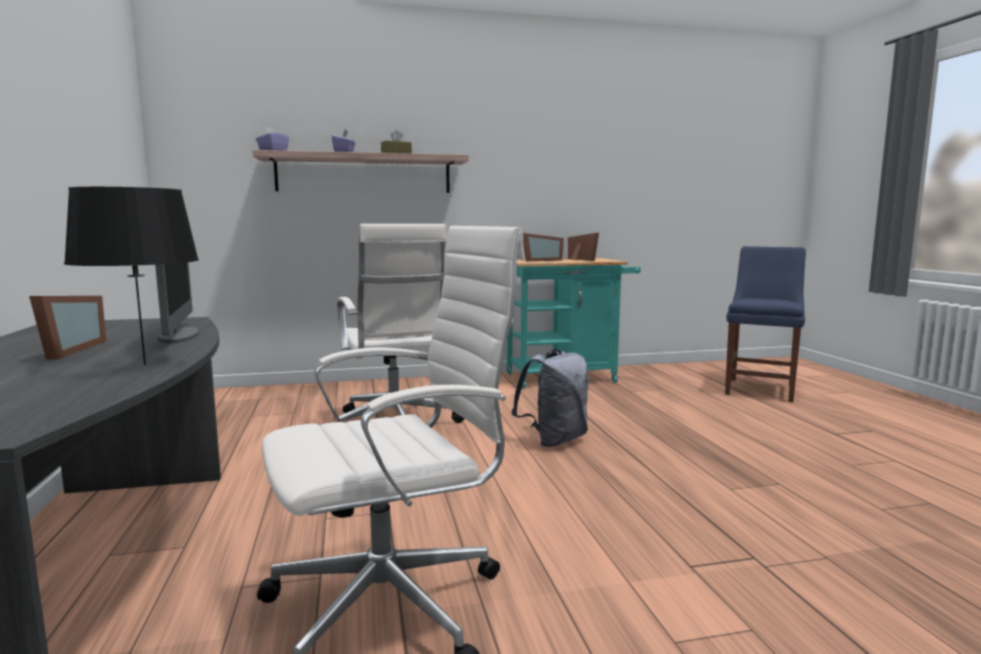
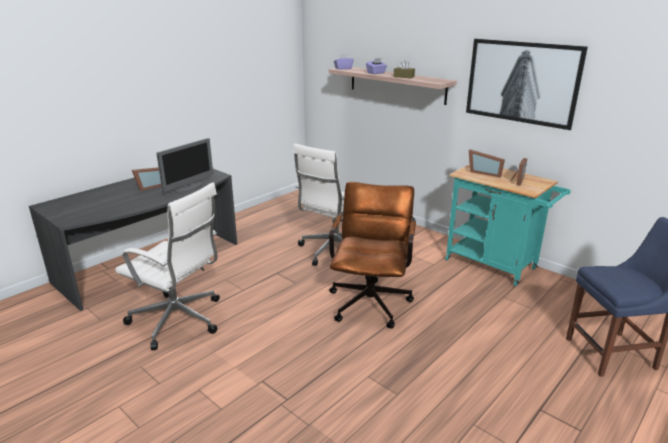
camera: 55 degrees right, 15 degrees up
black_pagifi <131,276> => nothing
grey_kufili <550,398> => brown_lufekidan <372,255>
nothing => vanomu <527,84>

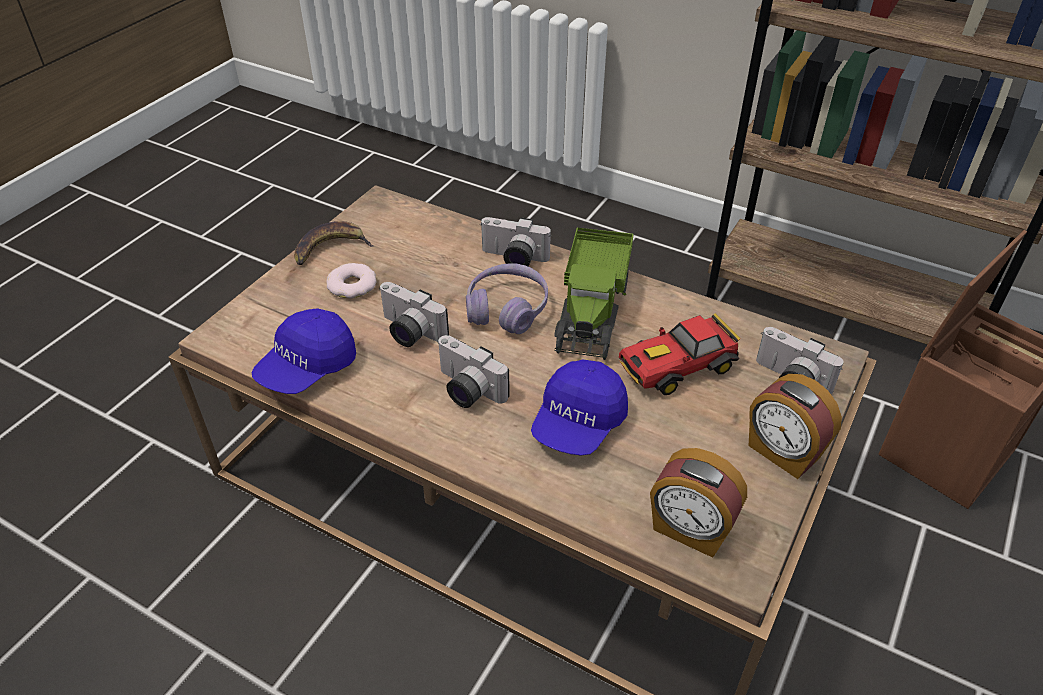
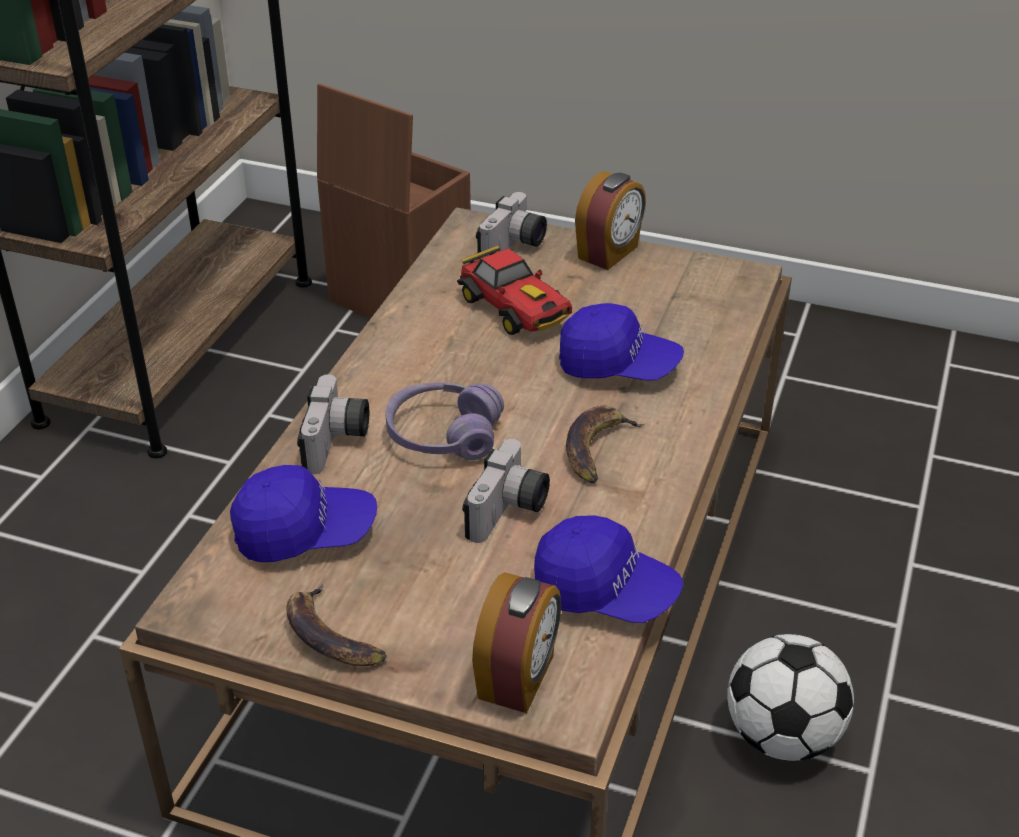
camera: 100 degrees left, 5 degrees down
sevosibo <351,280> => nothing
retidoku <473,371> => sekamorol <605,444>
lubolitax <594,294> => nothing
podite <698,503> => podite <516,642>, shifted
nothing => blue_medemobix <303,513>
nothing => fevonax <790,697>

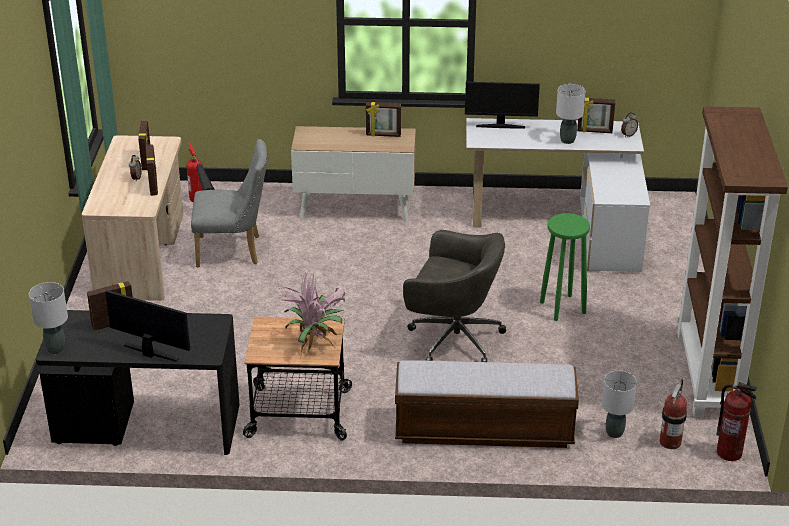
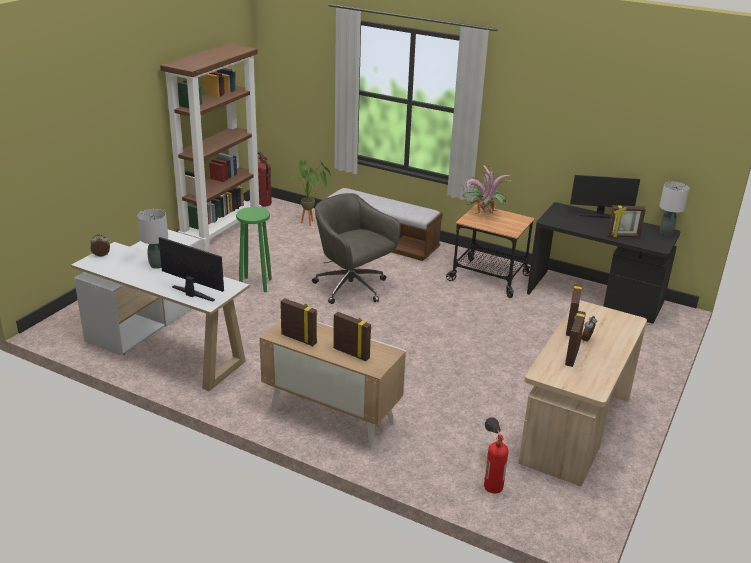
camera: 155 degrees left, 5 degrees down
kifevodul <147,326> => kifevodul <605,196>, 45 degrees counterclockwise
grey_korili <229,203> => nothing
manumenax <596,115> => manumenax <352,336>, shifted
grey_pagifi <619,404> => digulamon <309,193>
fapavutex <673,414> => nothing

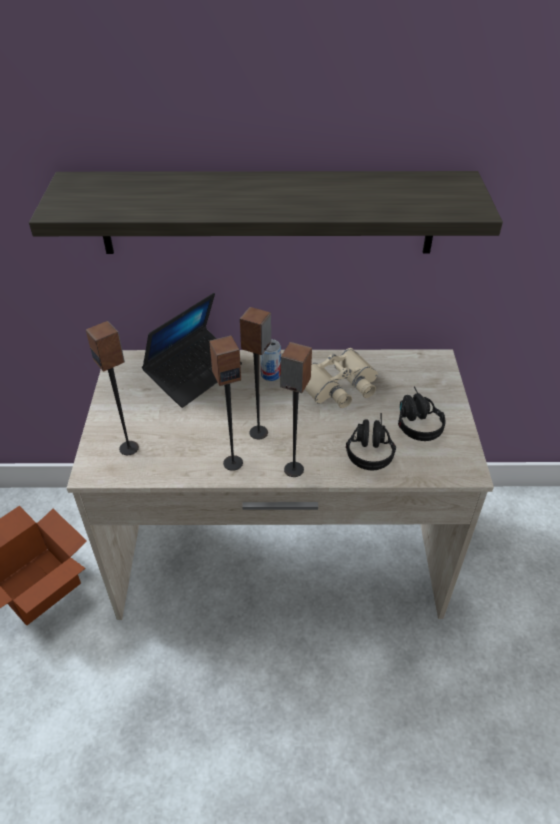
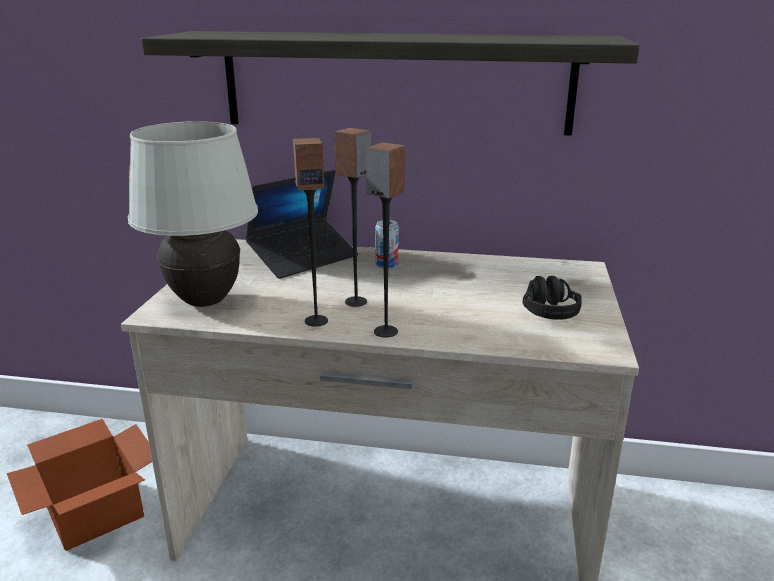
camera: 10 degrees right, 20 degrees down
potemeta <112,388> => white_pagifi <193,214>
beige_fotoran <341,378> => nothing
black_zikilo <371,441> => nothing

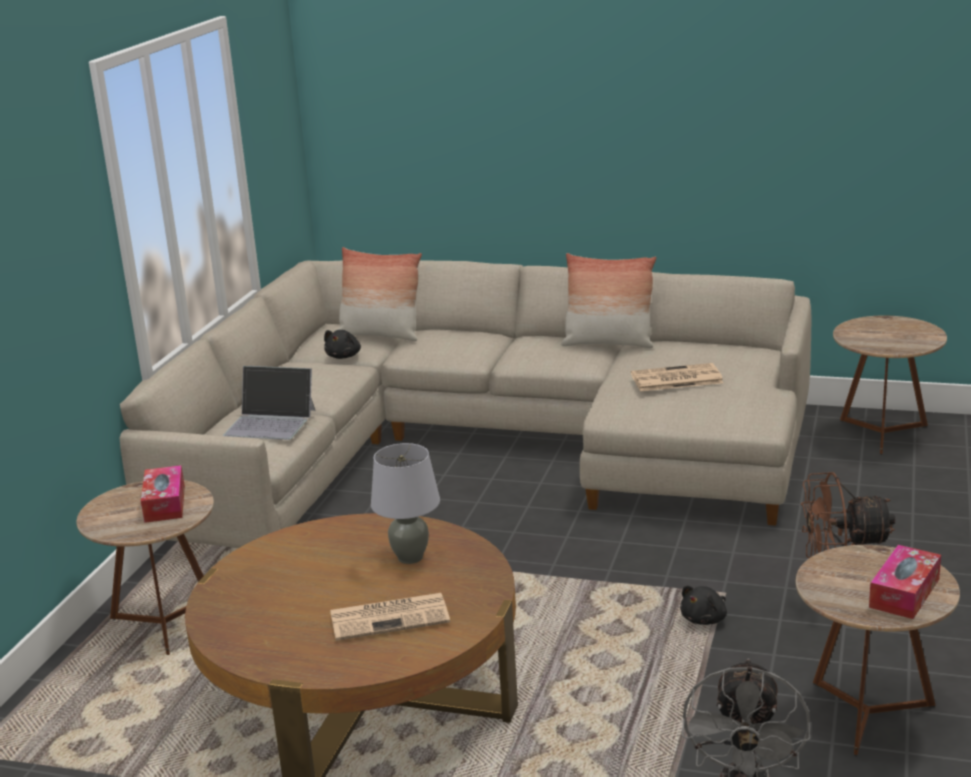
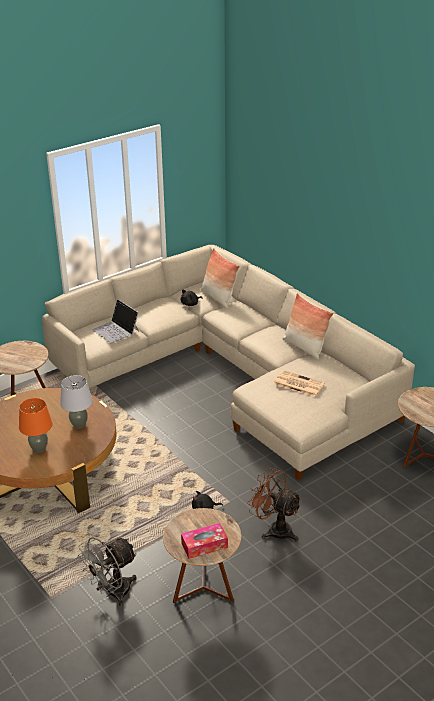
camera: 35 degrees right, 10 degrees up
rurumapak <163,494> => nothing
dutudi <390,617> => orange_pagifi <35,425>

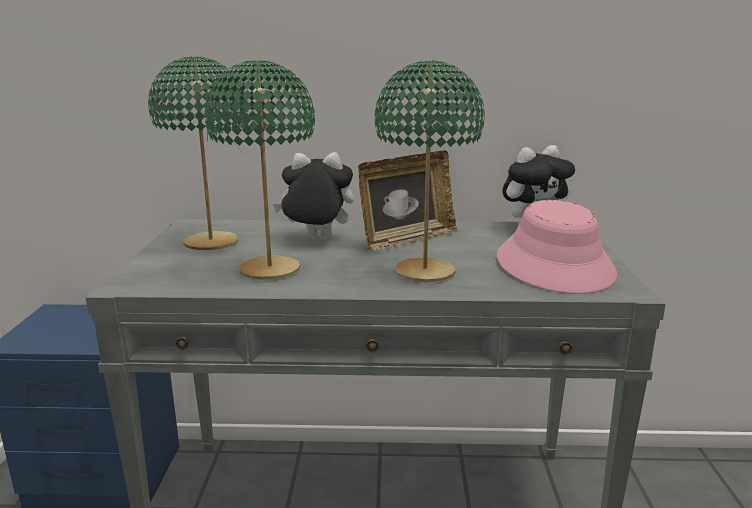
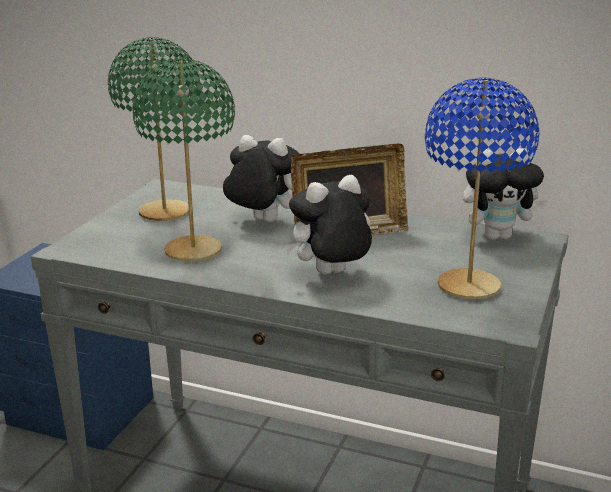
camera: 20 degrees right, 5 degrees up
green_pagifi <430,171> => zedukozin <328,225>
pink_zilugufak <557,247> => blue_pagifi <482,188>

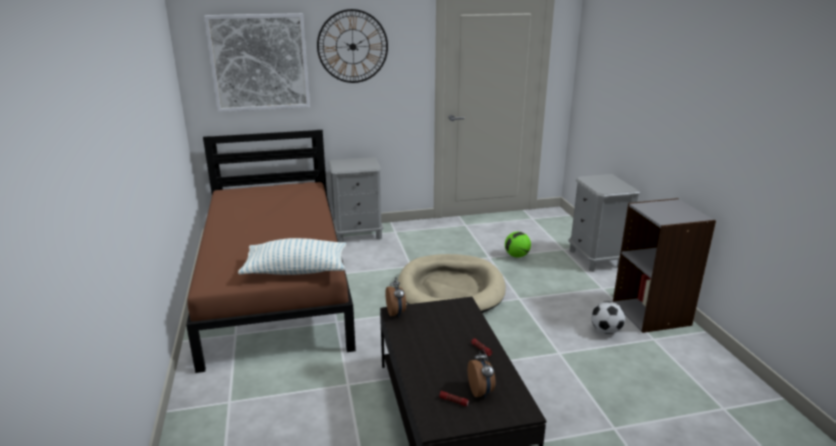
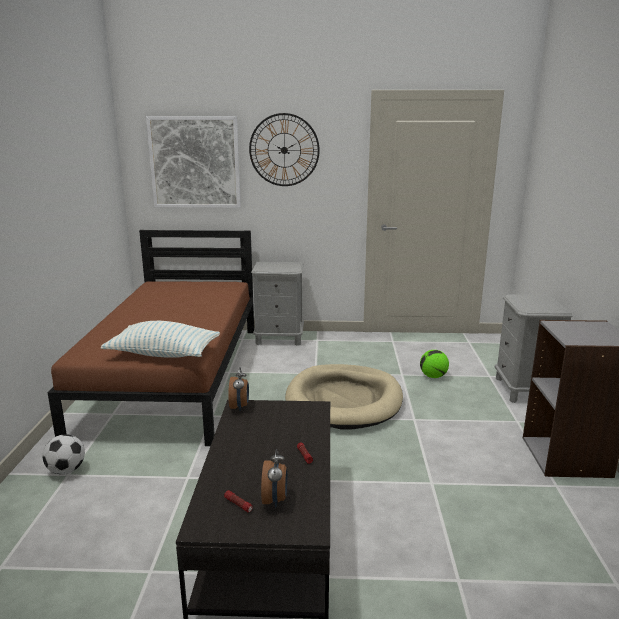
camera: 15 degrees right, 5 degrees down
fevonax <608,317> => fevonax <64,454>, shifted

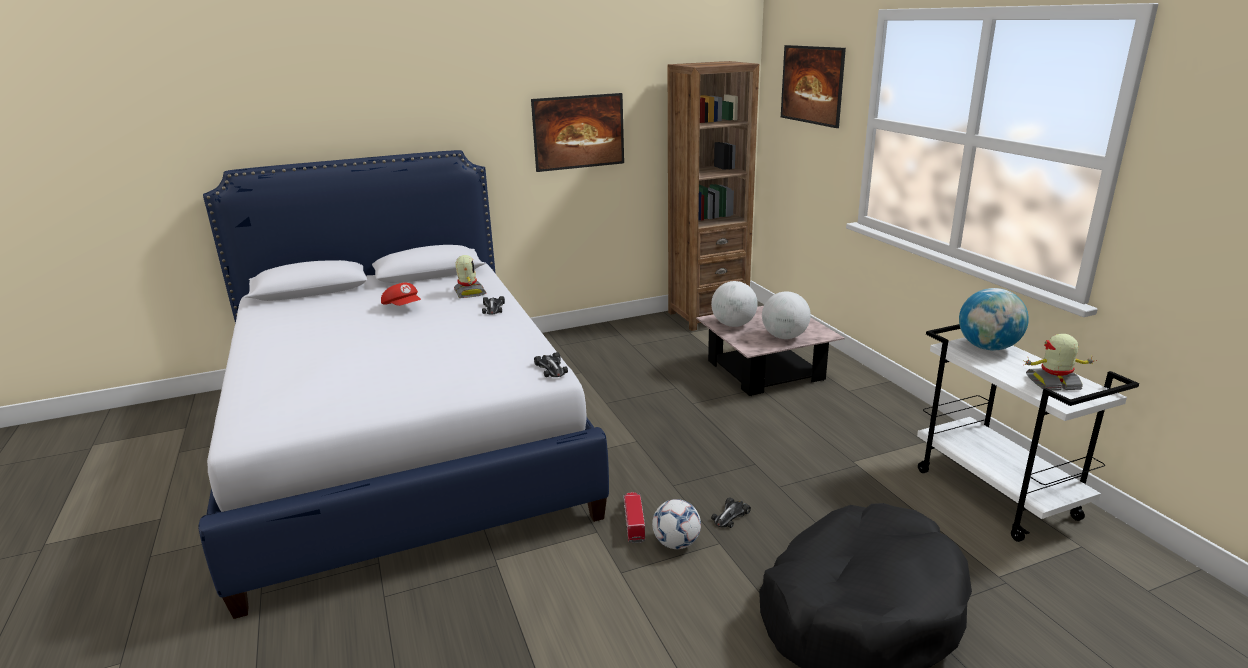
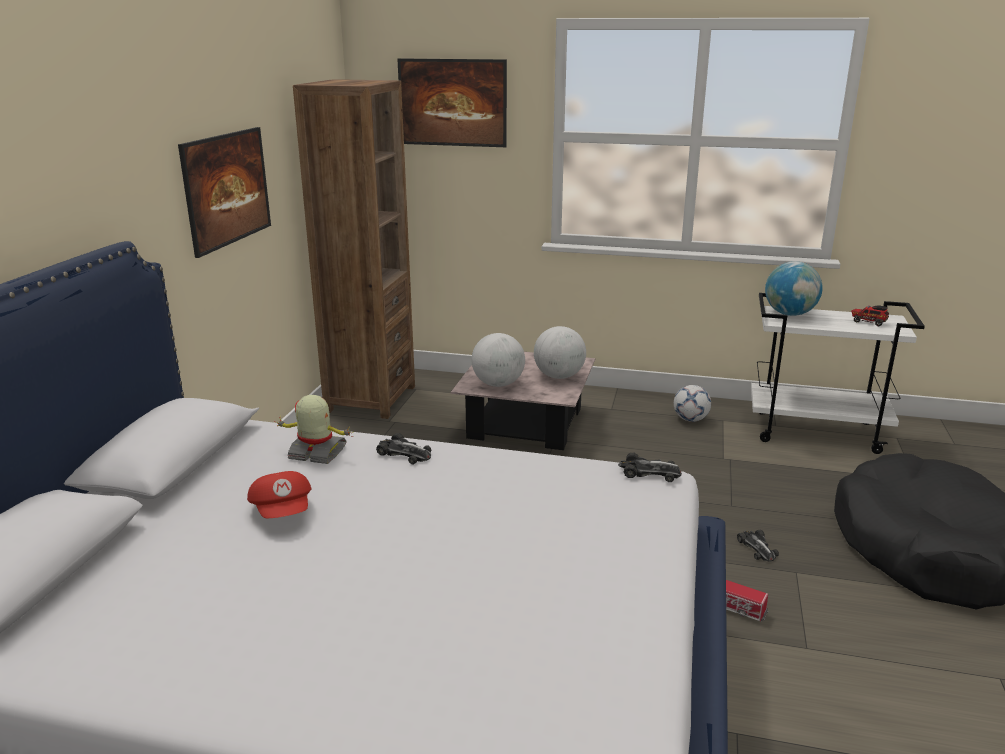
camera: 55 degrees left, 0 degrees up
red_medemobix <401,294> => red_medemobix <279,494>, 75 degrees clockwise
fevonax <676,524> => fevonax <692,403>, shifted
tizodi <1059,362> => lubolitax <870,316>

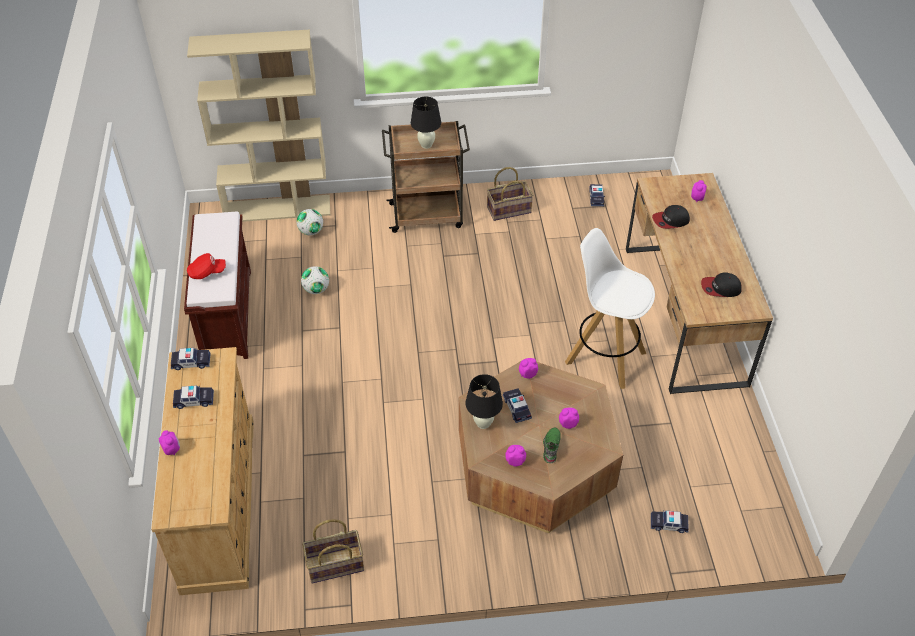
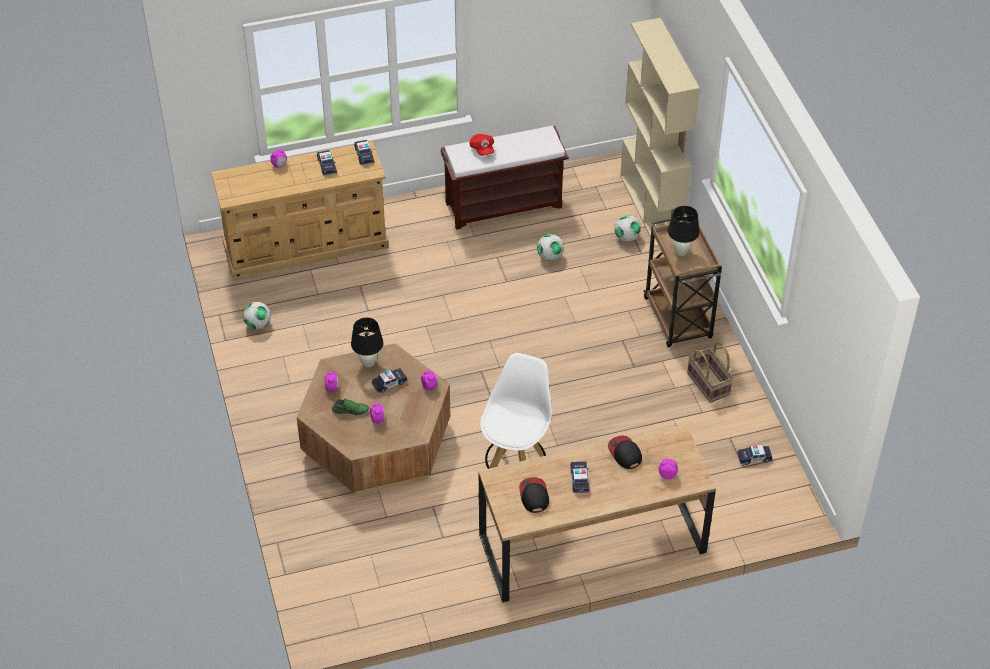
camera: 80 degrees right, 0 degrees up
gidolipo <333,551> => fevonax <257,315>
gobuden <670,521> => gobuden <580,477>, shifted

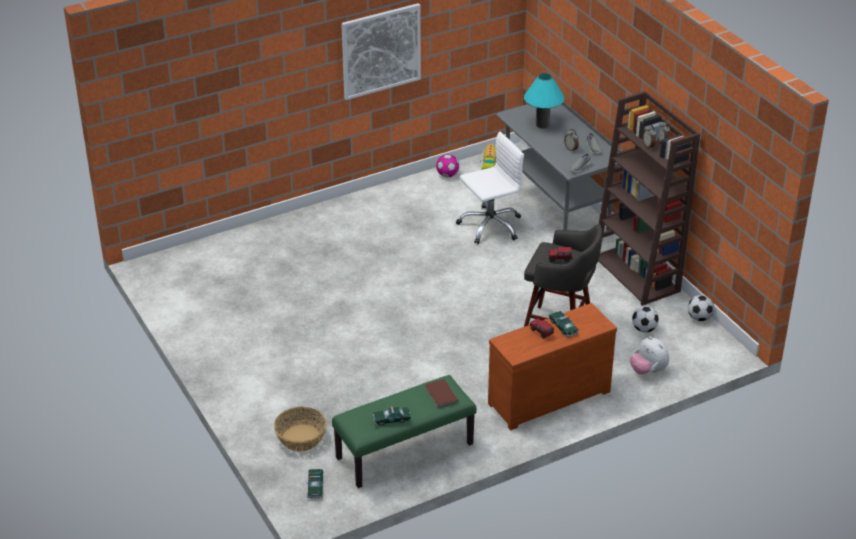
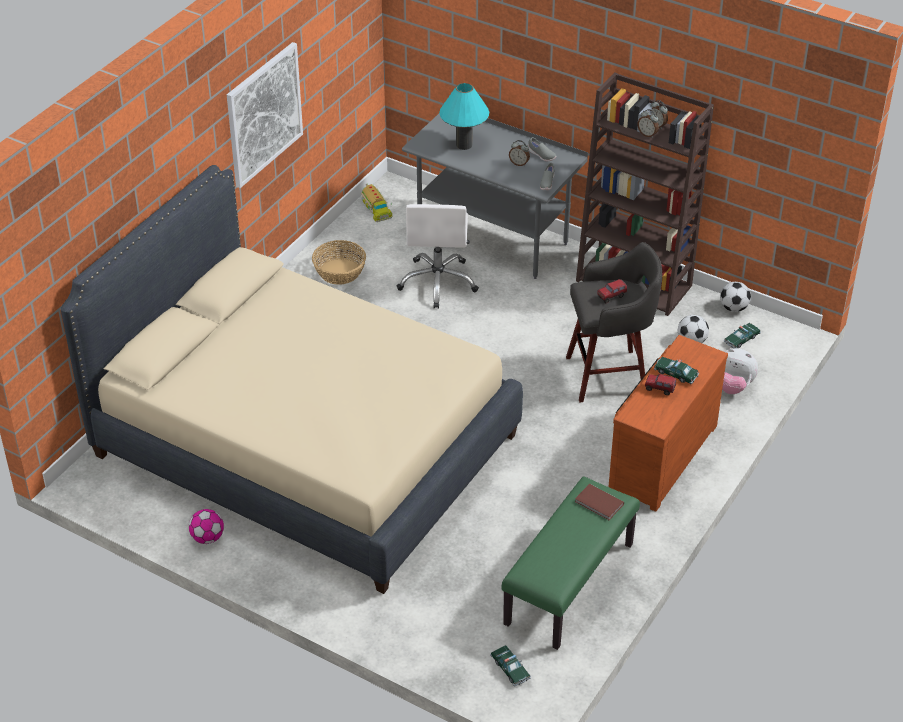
camera: 30 degrees left, 5 degrees up
gidolipo <300,429> => gidolipo <339,262>, shifted
gobuden <392,416> => gobuden <742,335>, shifted
fevonax <447,165> => fevonax <206,526>, shifted
white_lufekidan <490,188> => white_lufekidan <438,256>, 150 degrees clockwise
nothing => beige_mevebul <292,379>

